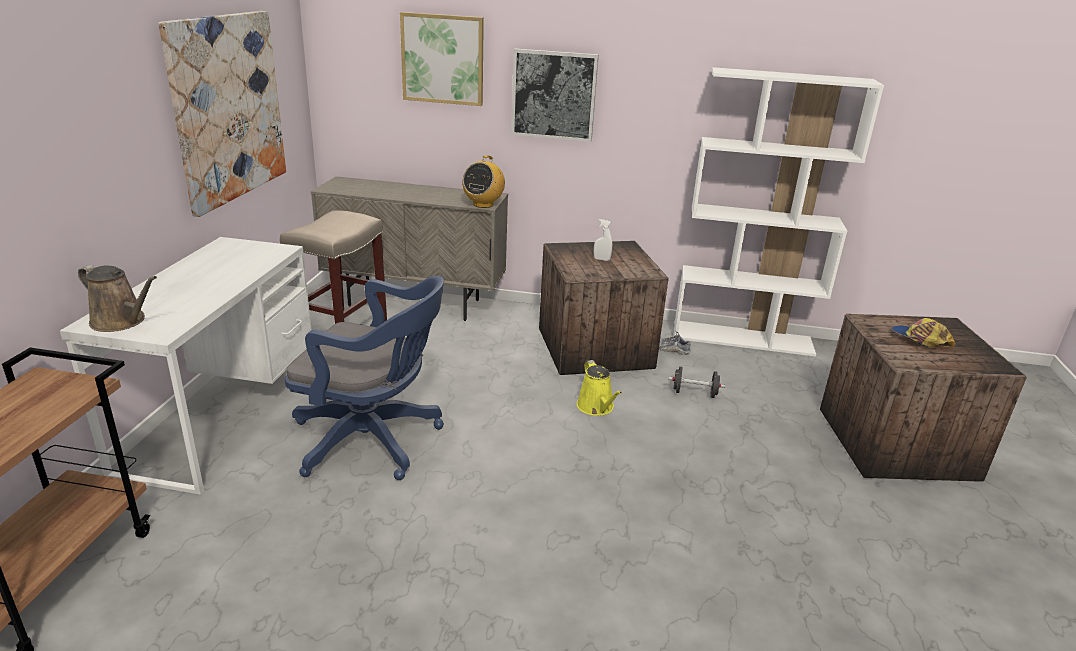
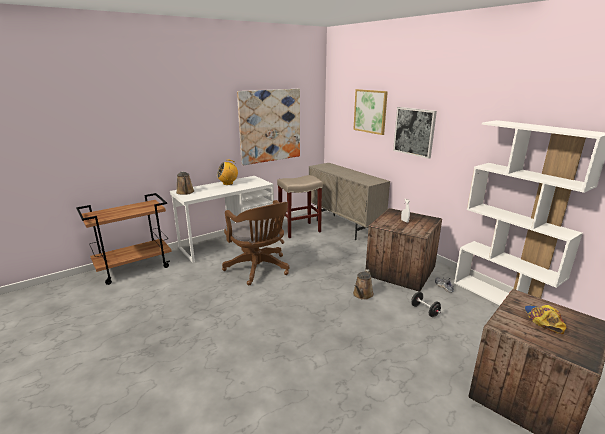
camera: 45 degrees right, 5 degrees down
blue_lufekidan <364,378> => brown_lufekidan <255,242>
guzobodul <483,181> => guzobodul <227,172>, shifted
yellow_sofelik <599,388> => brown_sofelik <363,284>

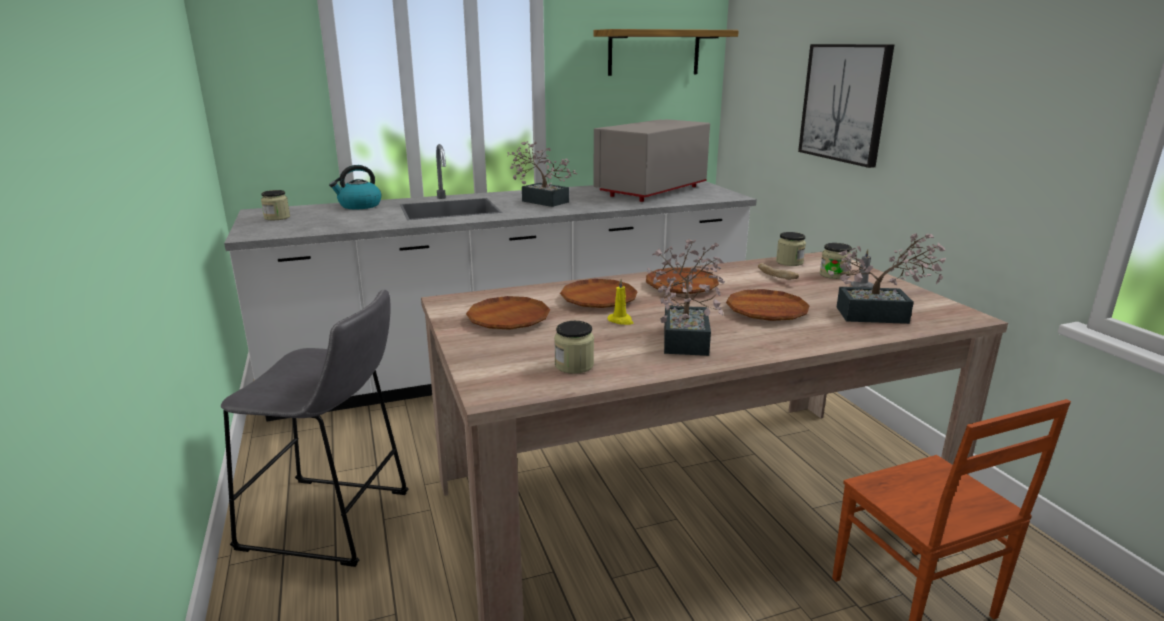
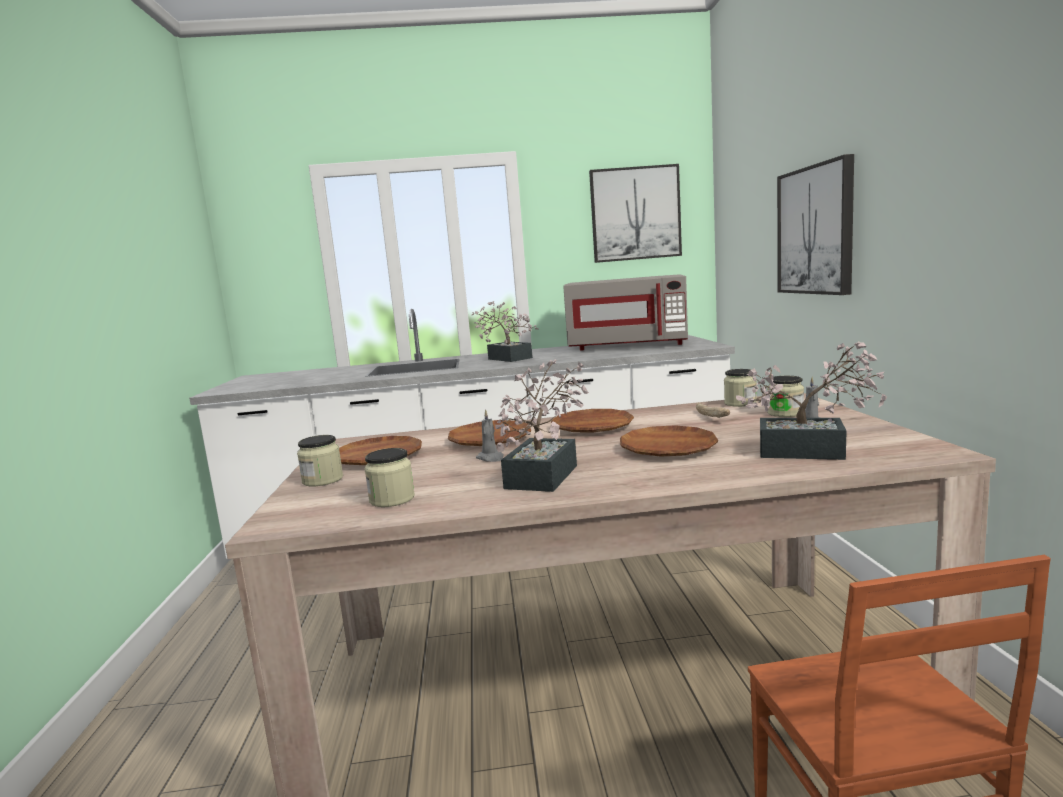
camera: 15 degrees right, 10 degrees down
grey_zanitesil <314,428> => nothing
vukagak <275,205> => vukagak <320,460>, shifted
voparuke <355,187> => nothing
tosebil <666,52> => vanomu <635,213>
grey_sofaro <651,160> => grey_sofaro <625,312>, 135 degrees counterclockwise
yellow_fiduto <620,302> => grey_fiduto <490,435>

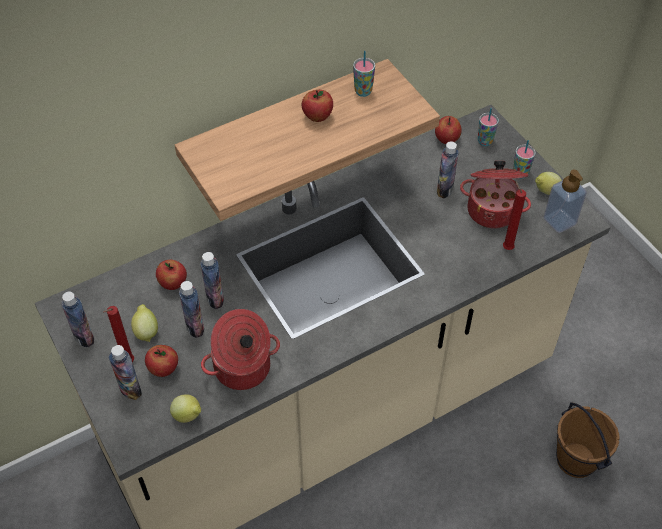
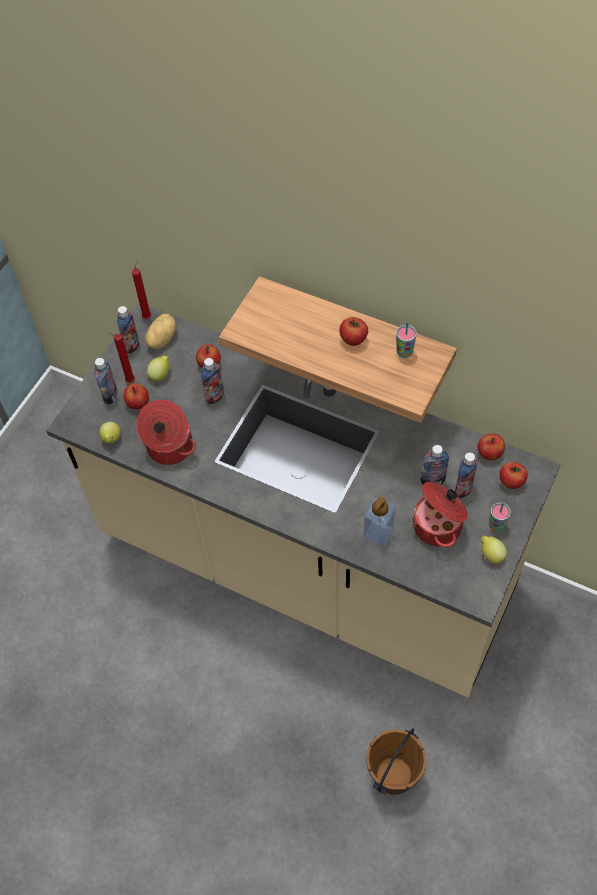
camera: 60 degrees right, 5 degrees up
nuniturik <191,309> => nuniturik <466,475>, shifted
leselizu <488,127> => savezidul <513,475>
red_fiduto <514,215> => red_fiduto <141,289>, shifted
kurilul <565,201> => kurilul <379,521>, shifted
nothing => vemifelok <161,331>

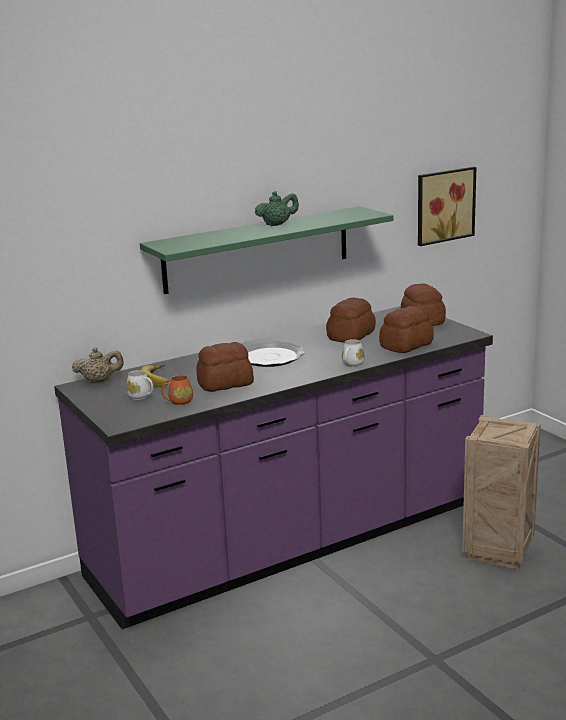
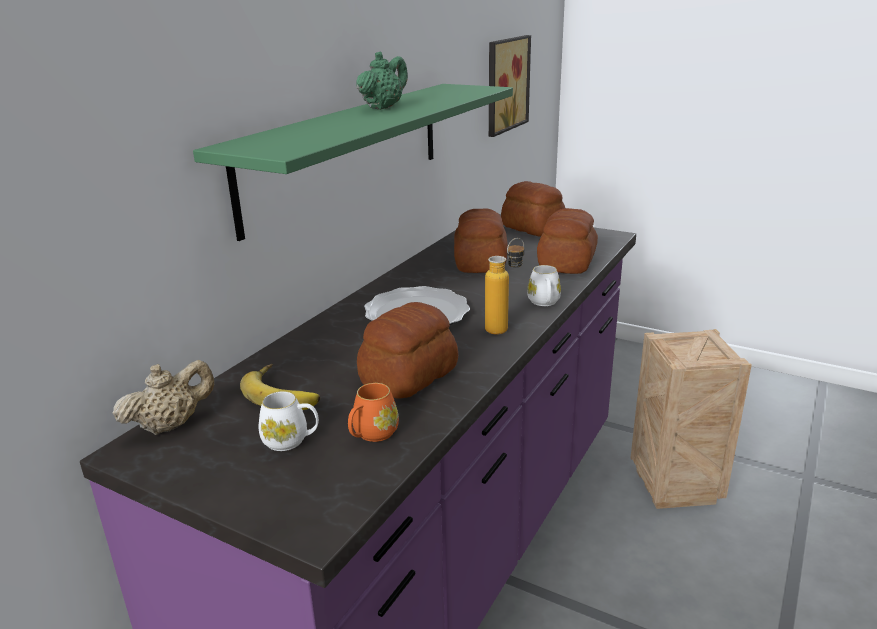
camera: 30 degrees left, 5 degrees up
nothing => nuniturik <504,286>

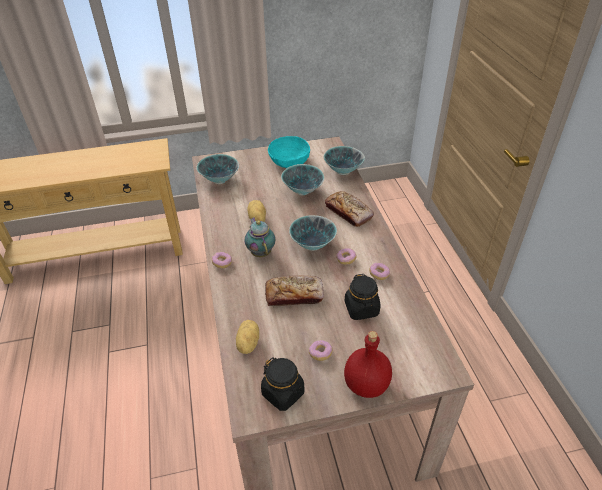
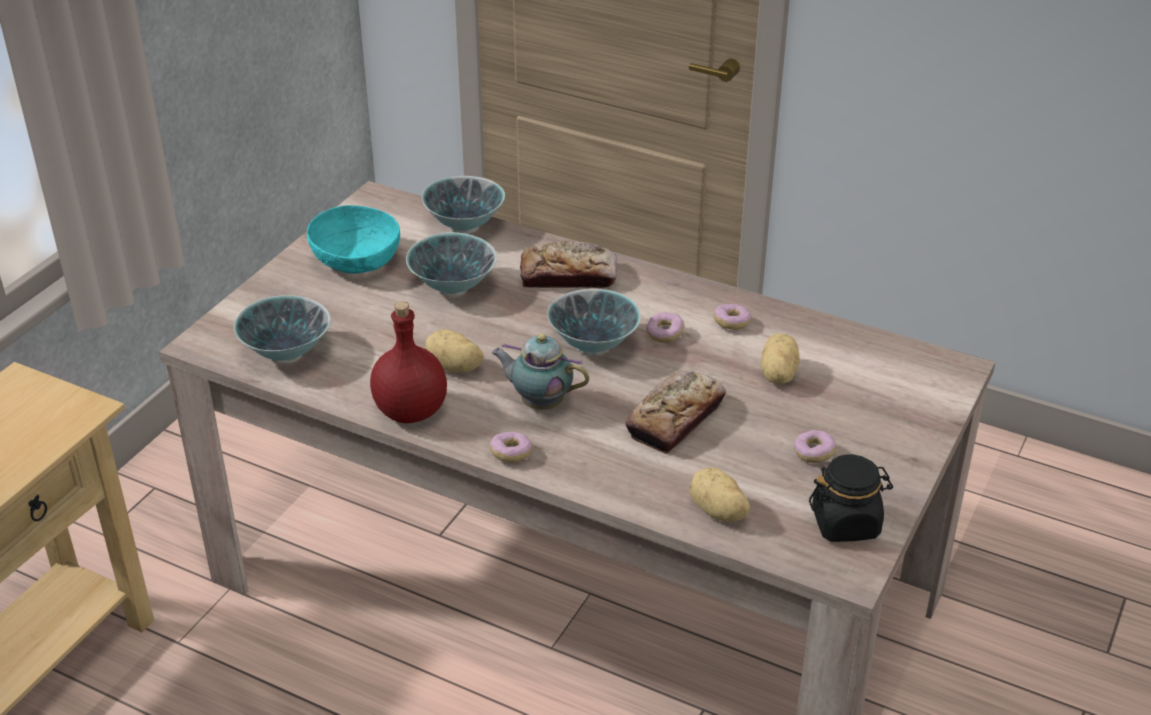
camera: 50 degrees left, 5 degrees down
red_nuniturik <368,364> => red_nuniturik <408,362>, shifted
black_vukagak <362,297> => vemifelok <780,358>

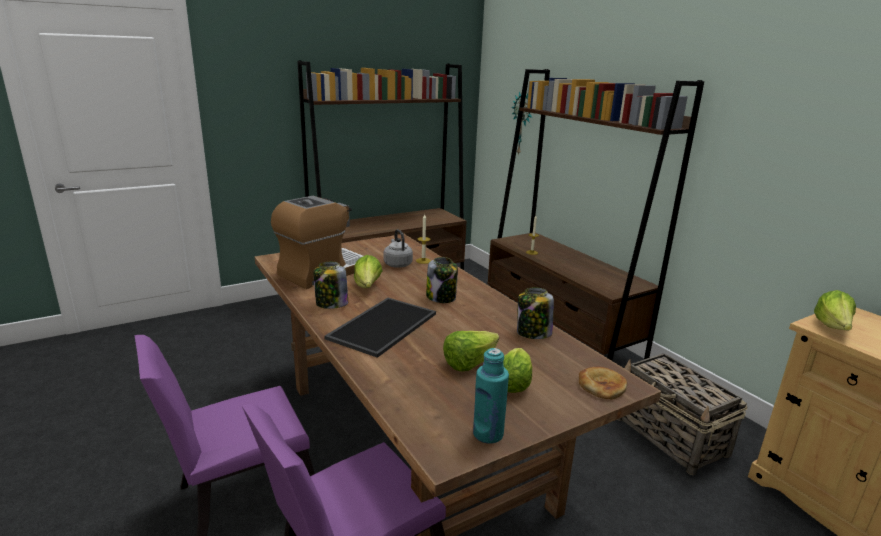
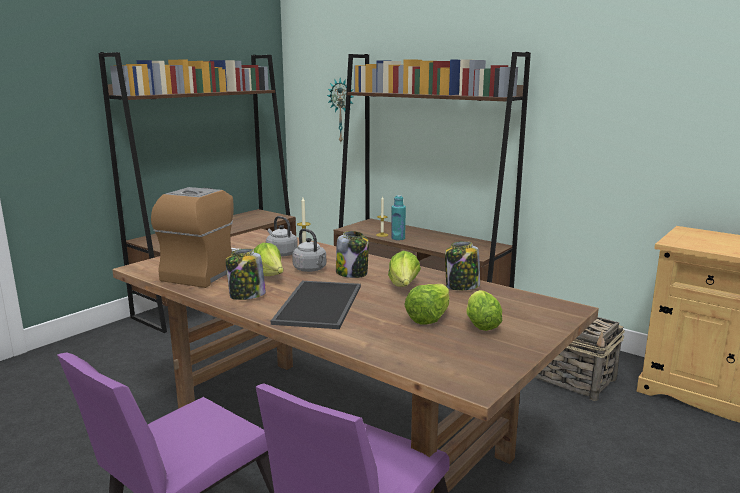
camera: 20 degrees left, 5 degrees down
turquoise_nuniturik <491,396> => turquoise_nuniturik <398,217>, shifted
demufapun <603,383> => nothing
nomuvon <835,310> => nomuvon <404,269>, shifted
nothing => grey_voparuke <309,250>

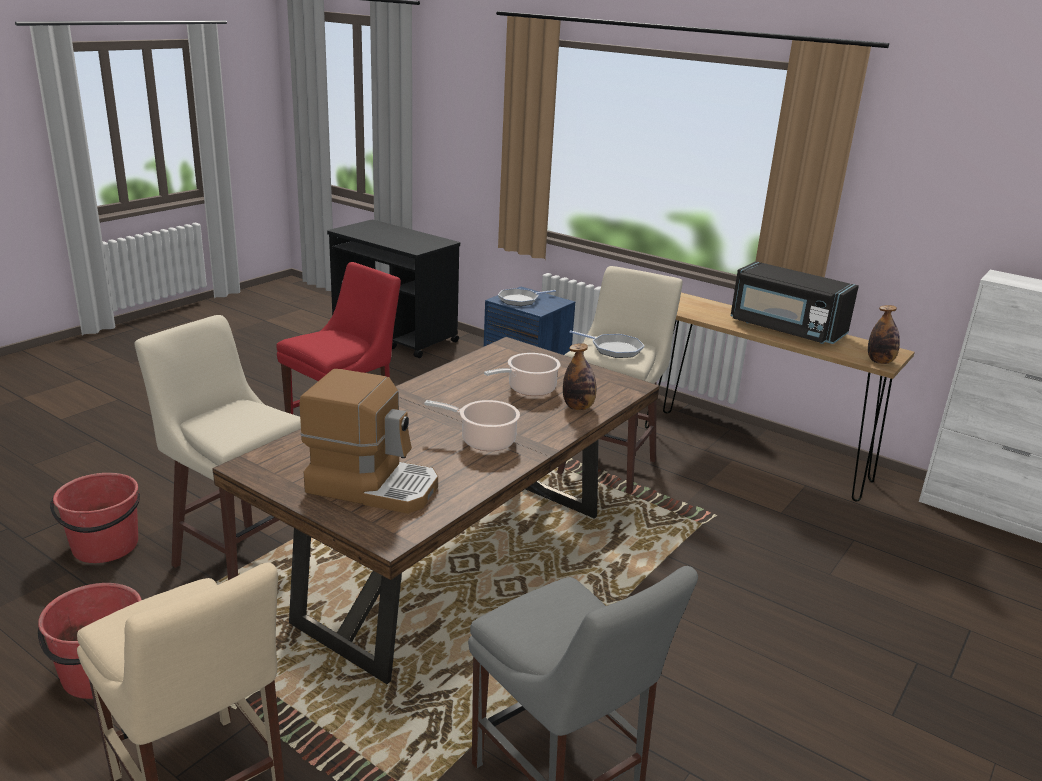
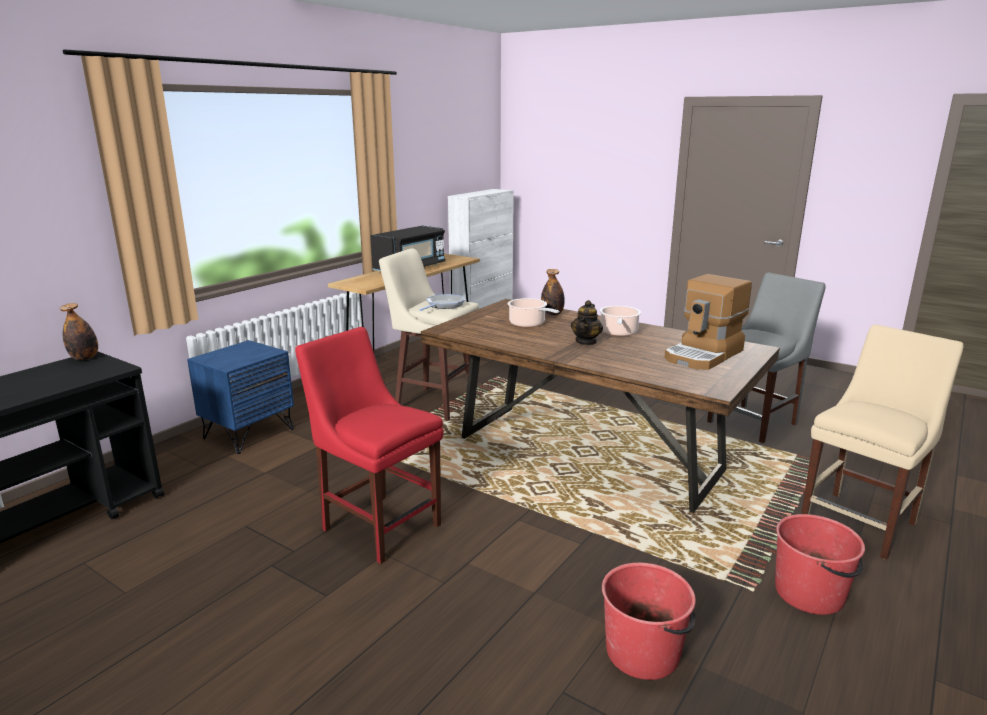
camera: 90 degrees left, 5 degrees down
beige_zanitesil <222,447> => nothing
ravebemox <369,441> => ravebemox <708,322>, 150 degrees counterclockwise
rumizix <527,297> => nothing
nuniturik <884,334> => nuniturik <79,331>, shifted
nothing => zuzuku <587,322>

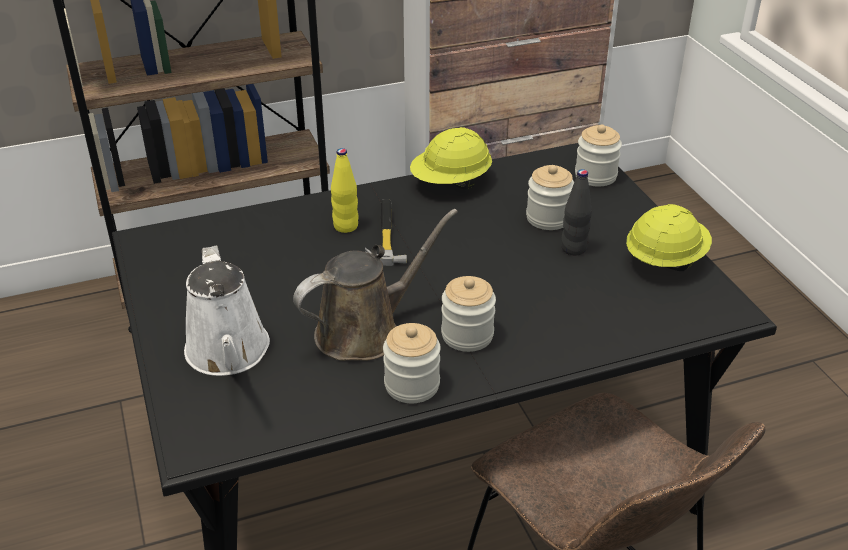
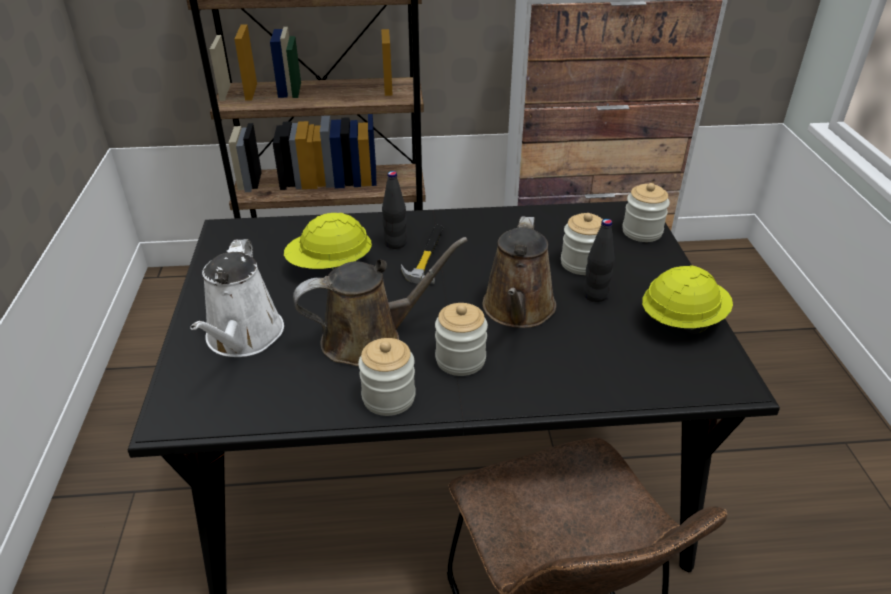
camera: 15 degrees right, 0 degrees up
yellow_nuniturik <345,190> => black_nuniturik <394,210>
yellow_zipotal <451,158> => yellow_zipotal <328,241>, shifted
nothing => brown_sofelik <519,272>

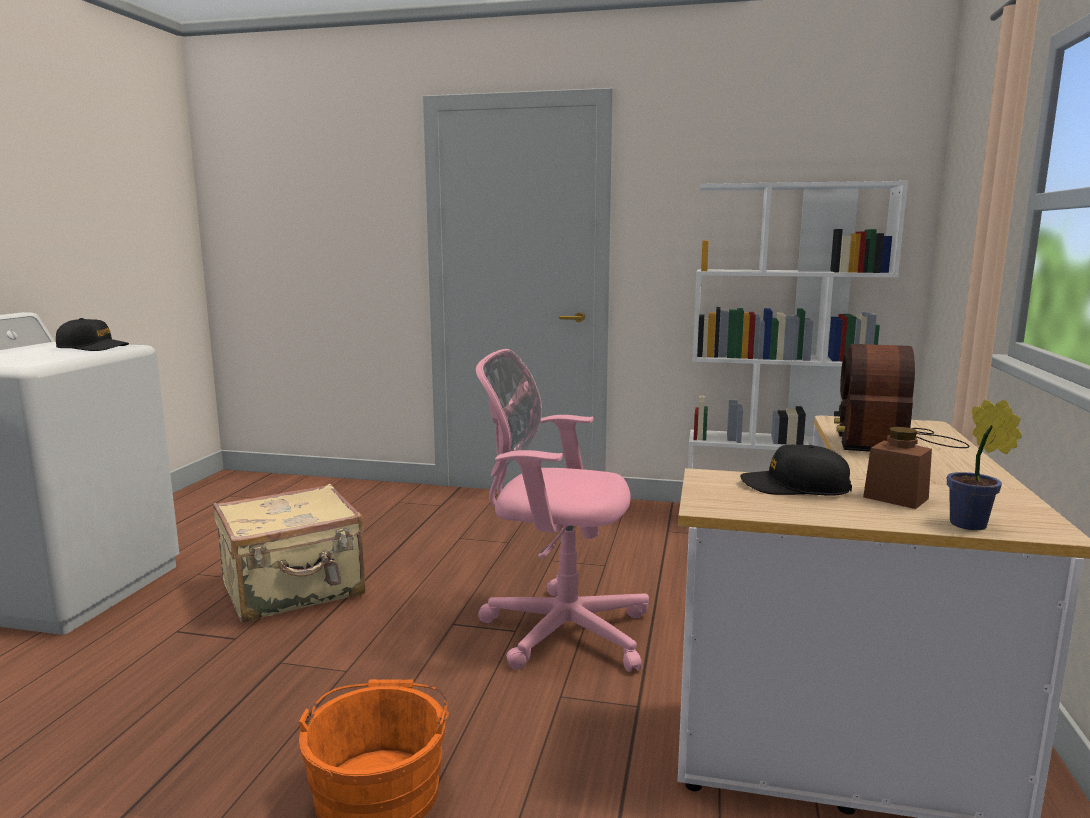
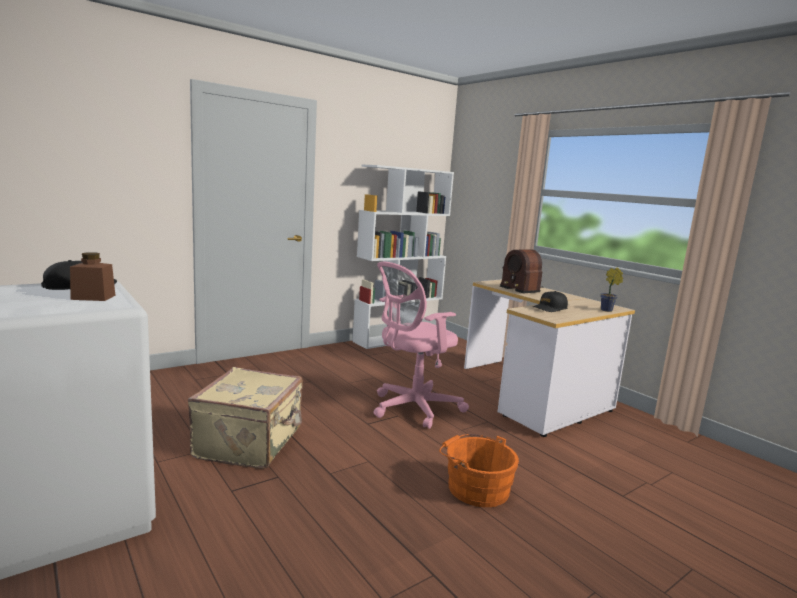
camera: 50 degrees left, 0 degrees up
brown_vukagak <897,468> => brown_vukagak <92,276>, shifted

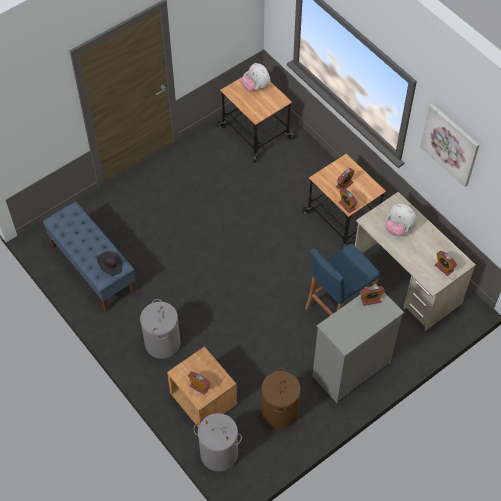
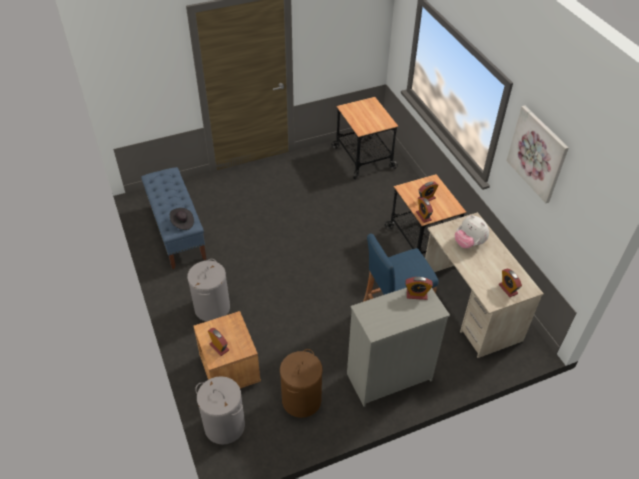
camera: 15 degrees right, 10 degrees down
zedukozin <255,77> => nothing

